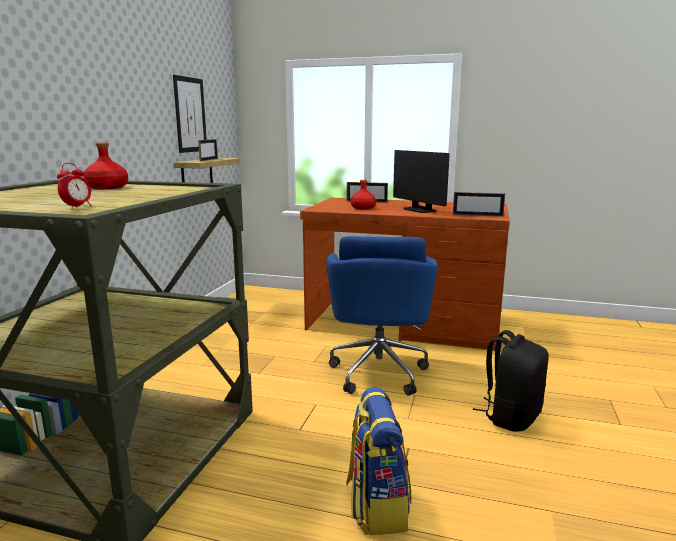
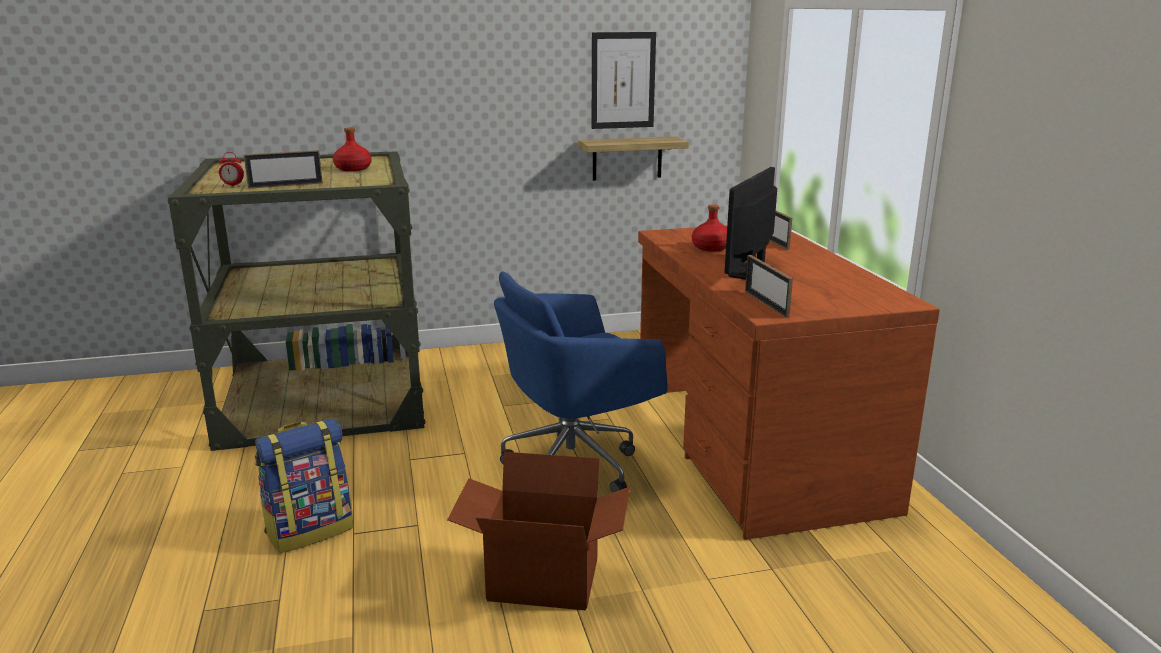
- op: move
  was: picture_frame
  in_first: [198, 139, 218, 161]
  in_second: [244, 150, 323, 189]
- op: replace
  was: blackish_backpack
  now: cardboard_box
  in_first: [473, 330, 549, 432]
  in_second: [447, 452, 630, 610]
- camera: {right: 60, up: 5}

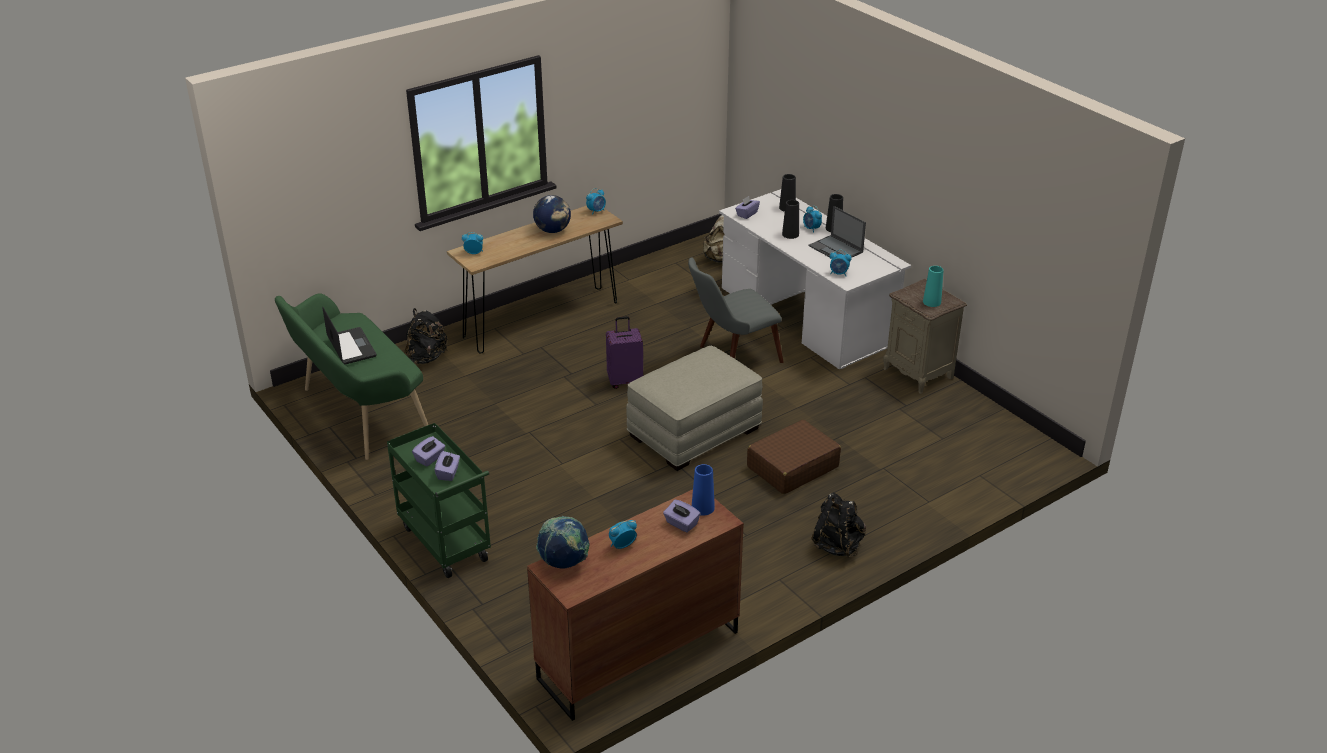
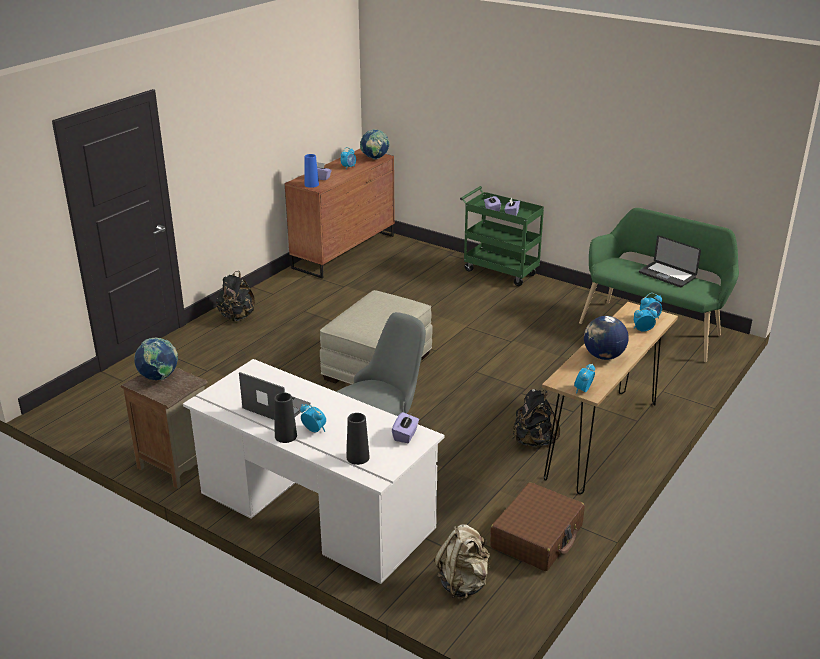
- op: move
  was: blackish_backpack
  in_first: [404, 308, 448, 364]
  in_second: [513, 389, 560, 446]
- op: delete
  was: purple-coloured_suitcase
  in_first: [606, 316, 643, 389]
- op: move
  was: brownish_suitcase
  in_first: [747, 420, 841, 494]
  in_second: [490, 482, 585, 571]
- op: delete
  was: blackish_flower_vase
  in_first: [782, 200, 799, 239]
- op: move
  was: bedside_clock
  in_first: [830, 250, 852, 276]
  in_second: [634, 307, 657, 331]
- op: replace
  was: turquoise-coloured_flower_vase
  now: desk_globe
  in_first: [923, 266, 943, 307]
  in_second: [134, 338, 178, 380]
- camera: {right: 160, up: -5}

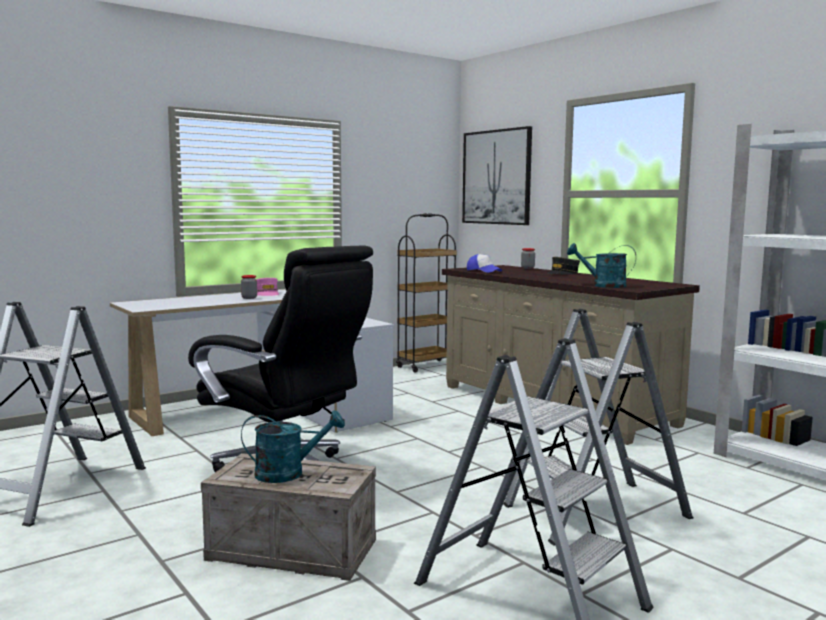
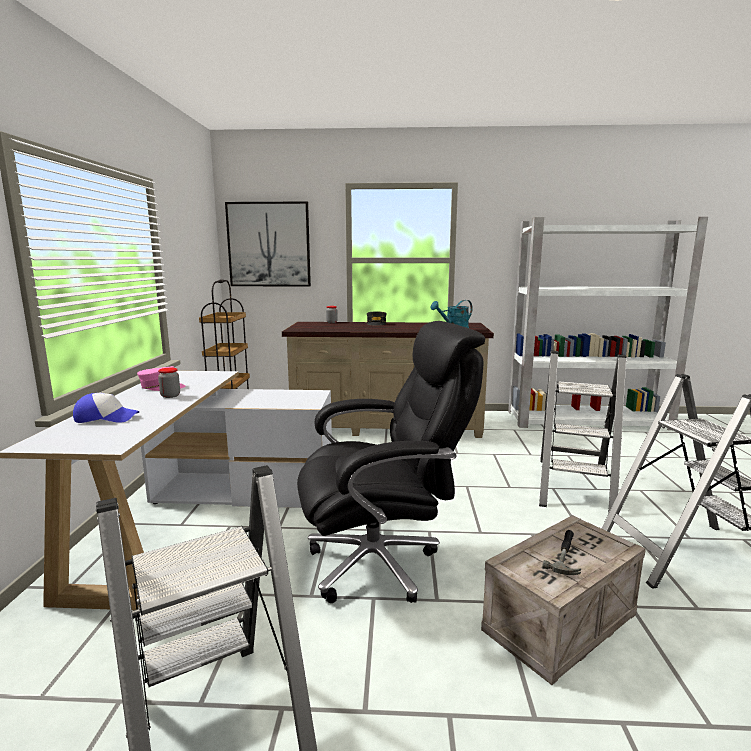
- op: replace
  was: turquoise-coloured_sprinkling_can
  now: hammer
  in_first: [241, 410, 345, 483]
  in_second: [542, 530, 581, 575]
- op: move
  was: cap
  in_first: [467, 254, 502, 273]
  in_second: [73, 393, 139, 423]
- camera: {right: -50, up: 5}

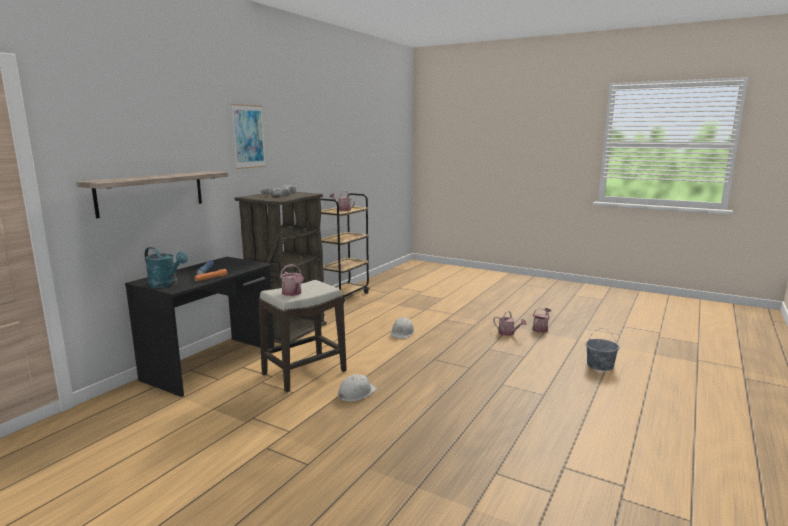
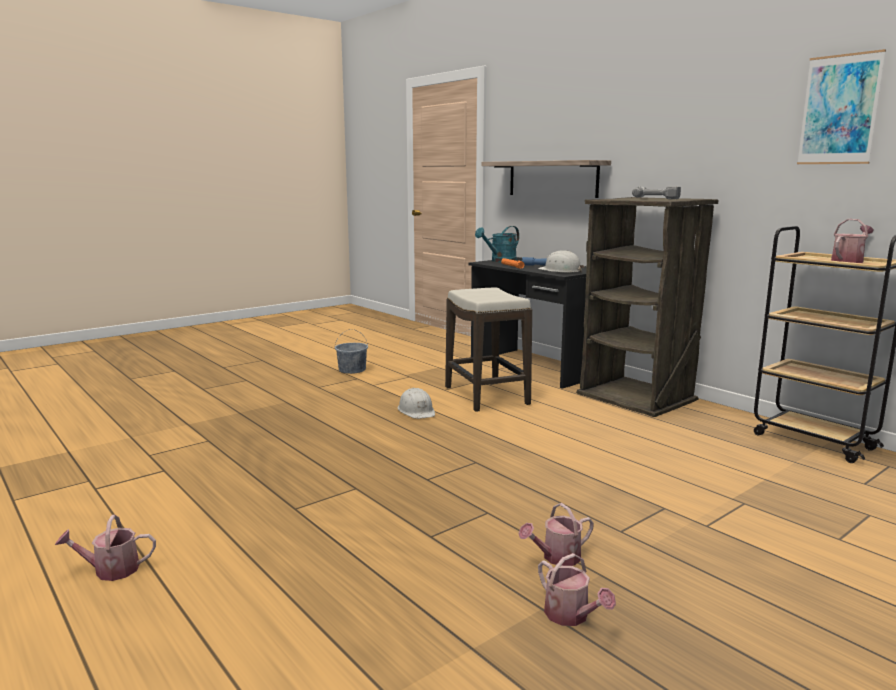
- op: move
  was: wall_art
  in_first: [231, 104, 266, 169]
  in_second: [797, 49, 886, 164]
- op: move
  was: sprinkling_can
  in_first: [280, 264, 304, 296]
  in_second: [55, 515, 156, 581]
- op: move
  was: white_safety_helmet
  in_first: [391, 317, 415, 339]
  in_second: [538, 250, 585, 273]
- op: move
  was: gray_pail
  in_first: [586, 328, 620, 371]
  in_second: [335, 329, 368, 374]
- camera: {right: 110, up: 0}

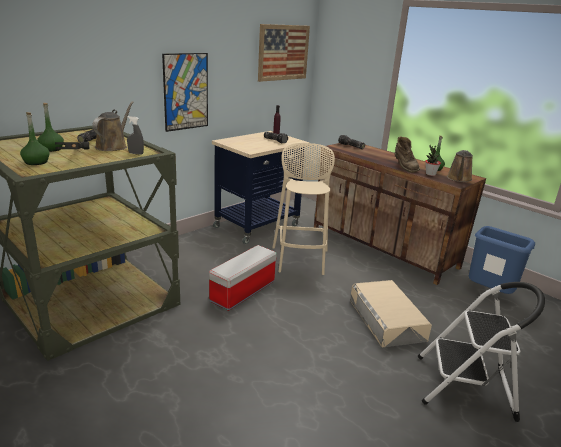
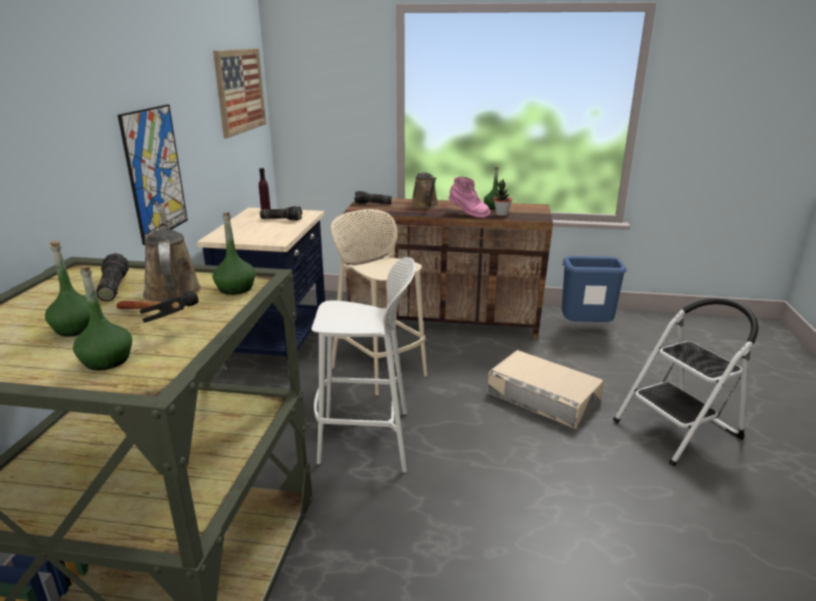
- op: replace
  was: gray_sprayer
  now: green_bottle
  in_first: [127, 116, 144, 155]
  in_second: [212, 212, 256, 295]
- op: replace
  was: storage_bin
  now: white_stool
  in_first: [209, 245, 277, 311]
  in_second: [311, 257, 415, 473]
- op: recolor
  was: brownish_high-top_boot
  now: pink-coloured_high-top_boot
  in_first: [395, 136, 420, 173]
  in_second: [449, 177, 490, 218]
- op: move
  was: brownish_sprinkling_can
  in_first: [447, 150, 473, 182]
  in_second: [411, 172, 438, 208]
- camera: {right: -35, up: 0}

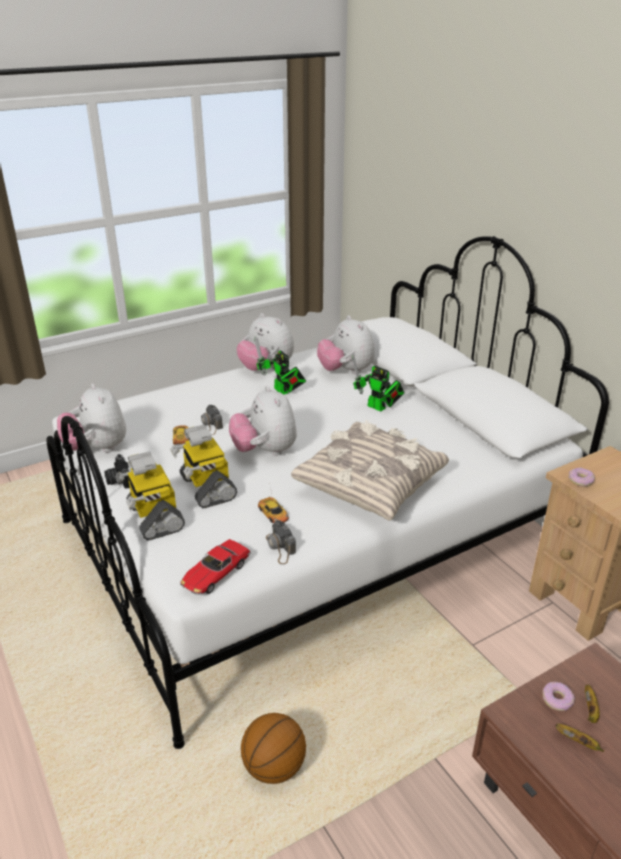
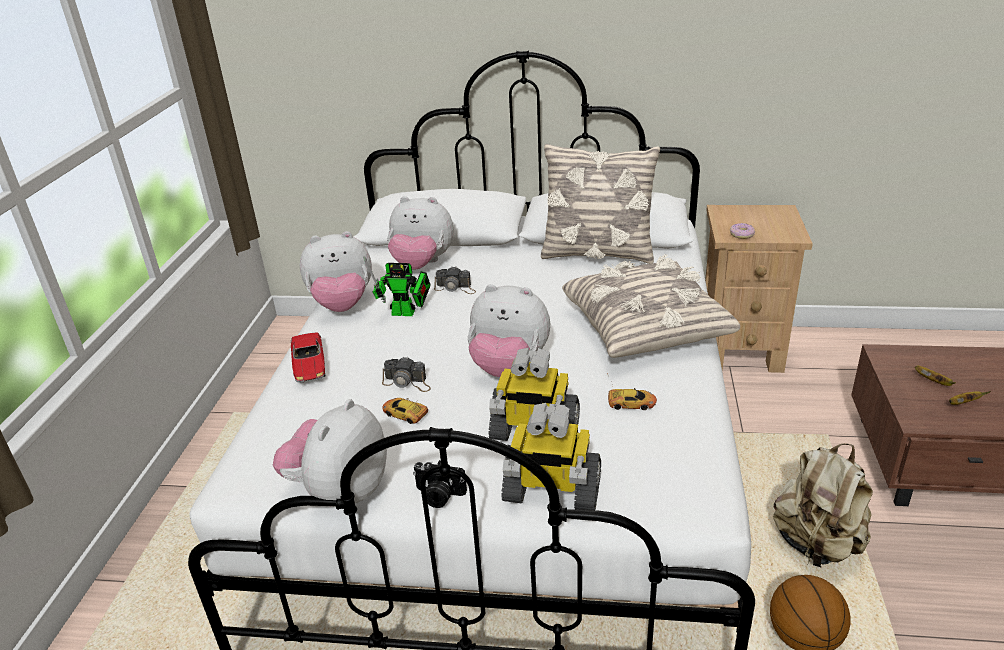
- op: rotate
  was: soft_toy
  in_first: [57, 384, 126, 452]
  in_second: [273, 399, 387, 507]
  clockwise: 105
- op: move
  was: miniature_car
  in_first: [180, 539, 251, 595]
  in_second: [291, 332, 325, 383]
- op: move
  was: photo_camera
  in_first: [266, 520, 296, 564]
  in_second: [434, 267, 476, 294]
- op: delete
  was: toy_robot
  in_first: [352, 355, 404, 411]
- op: delete
  was: donut
  in_first: [543, 682, 575, 711]
- op: insert
  now: sand-coloured_throw_pillow
  in_second: [541, 144, 660, 264]
- op: insert
  now: sand-coloured_backpack
  in_second: [773, 443, 873, 567]
- camera: {right: -50, up: 0}

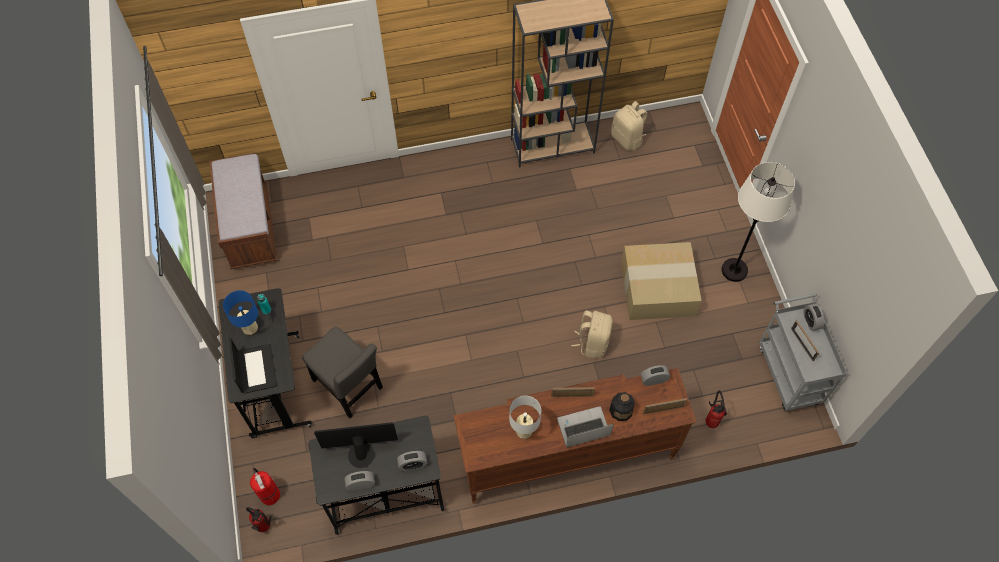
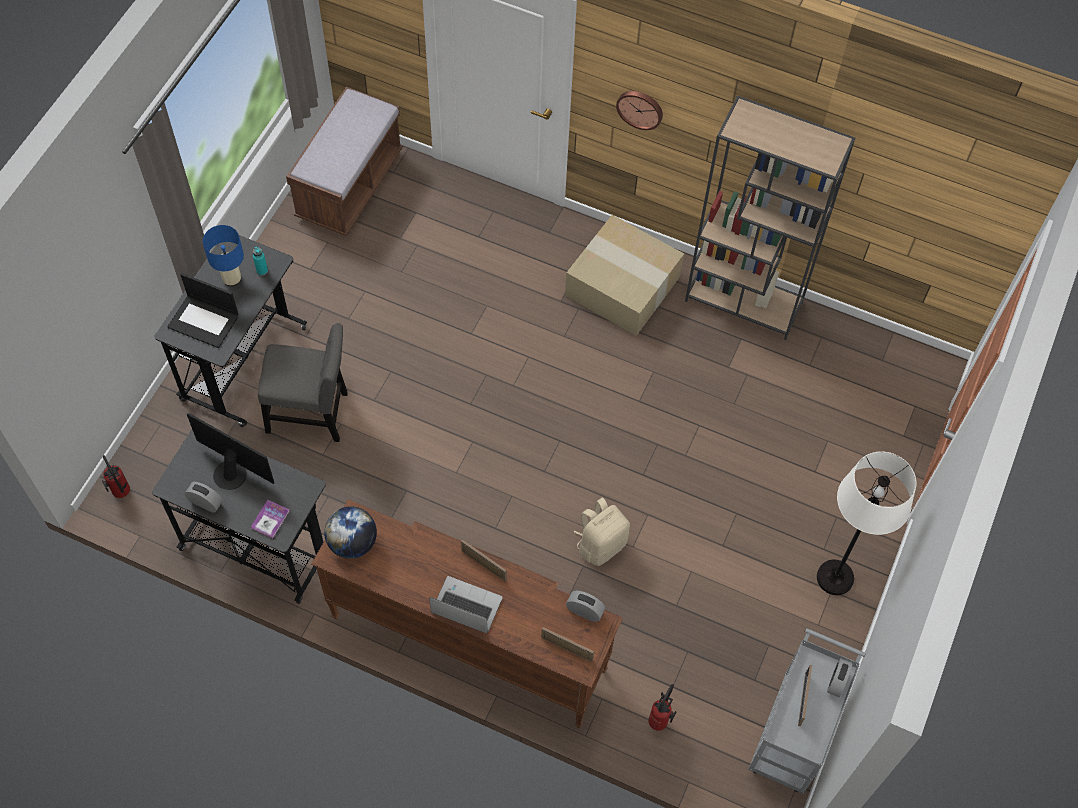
- op: rotate
  was: laptop
  in_first: [229, 337, 277, 394]
  in_second: [167, 273, 238, 348]
  clockwise: 90
- op: delete
  was: fire-fighting_cylinder
  in_first: [250, 468, 280, 505]
- op: rotate
  was: gray_upright_chair
  in_first: [302, 326, 383, 418]
  in_second: [258, 323, 348, 442]
  clockwise: -75
- op: replace
  was: bedside_clock
  now: bound_book
  in_first: [397, 451, 427, 471]
  in_second: [251, 500, 290, 539]
- op: delete
  was: white_table_lamp
  in_first: [509, 395, 541, 439]
- op: delete
  was: bottle
  in_first: [609, 392, 635, 421]
- op: delete
  was: sand-coloured_backpack
  in_first: [611, 101, 648, 151]
- op: move
  was: cardboard_box
  in_first: [621, 242, 702, 320]
  in_second: [565, 215, 684, 336]
- op: insert
  now: desk_globe
  in_second: [324, 506, 377, 559]
- op: insert
  now: clock_on_the_wall
  in_second: [616, 91, 663, 130]
- camera: {right: 35, up: 0}

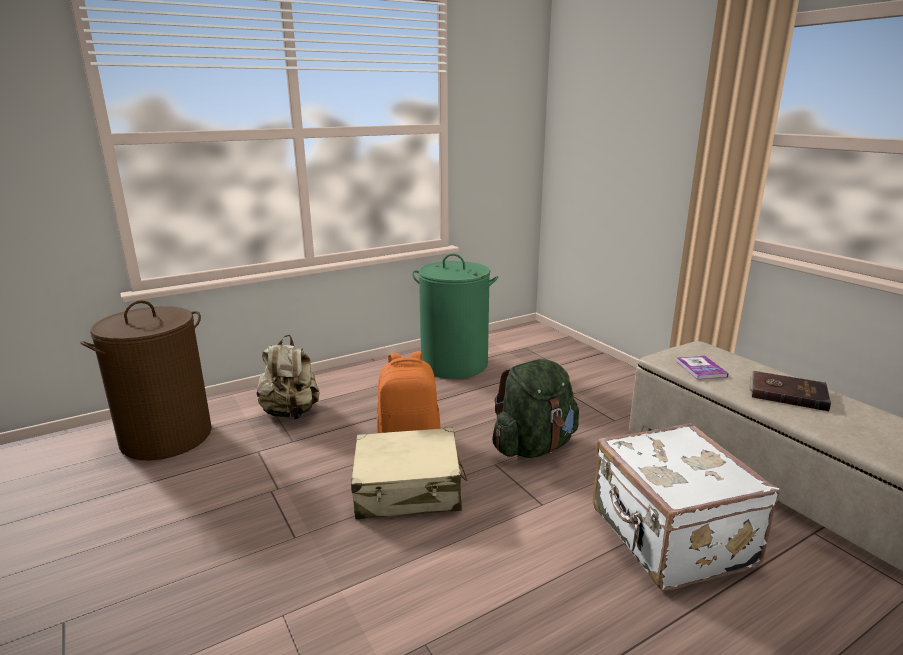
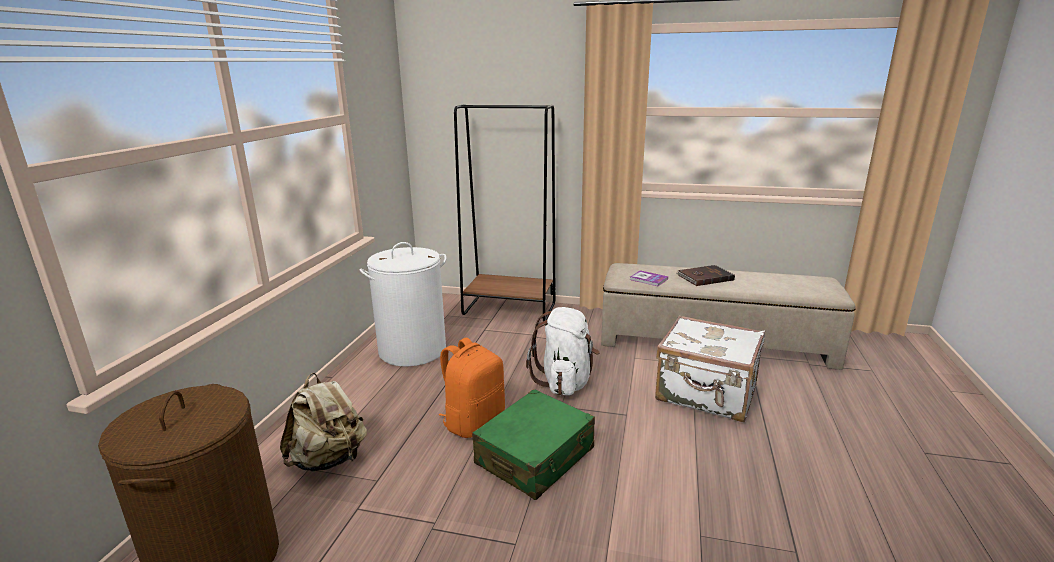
- op: recolor
  was: sand-coloured_suitcase
  now: green_suitcase
  in_first: [351, 427, 467, 519]
  in_second: [472, 389, 595, 500]
- op: recolor
  was: green_hamper
  now: white_hamper
  in_first: [412, 254, 499, 379]
  in_second: [359, 242, 447, 367]
- op: recolor
  was: green_backpack
  now: white_backpack
  in_first: [492, 359, 579, 458]
  in_second: [526, 307, 600, 395]
- op: insert
  now: clothes_rack
  in_second: [454, 104, 555, 321]
- camera: {right: -45, up: 0}

